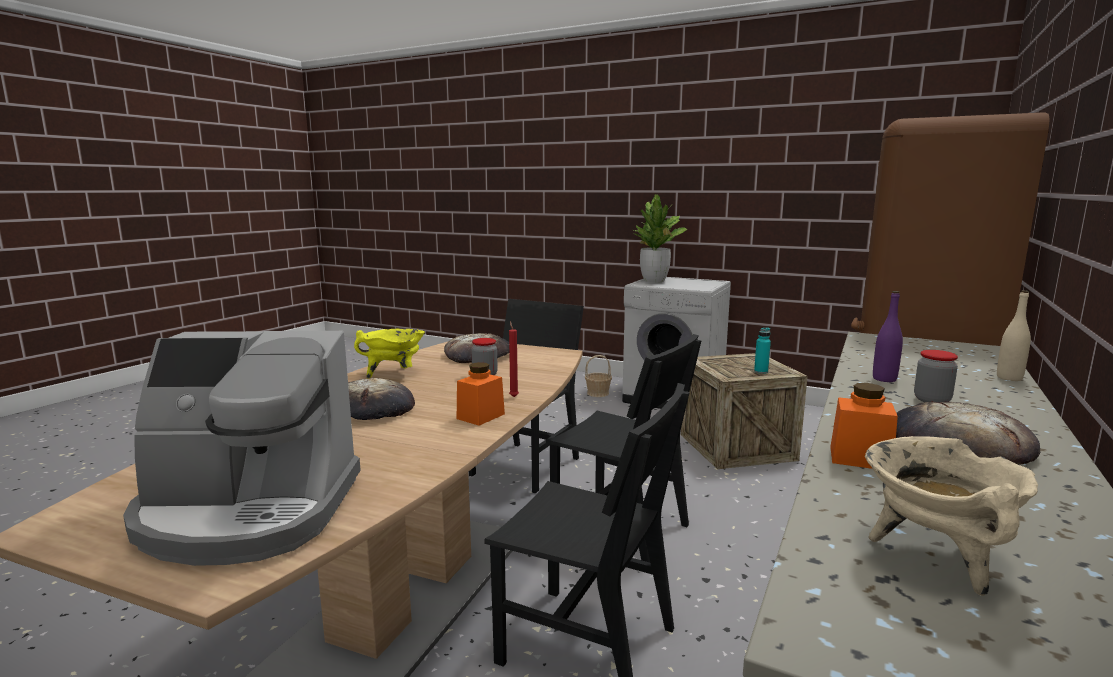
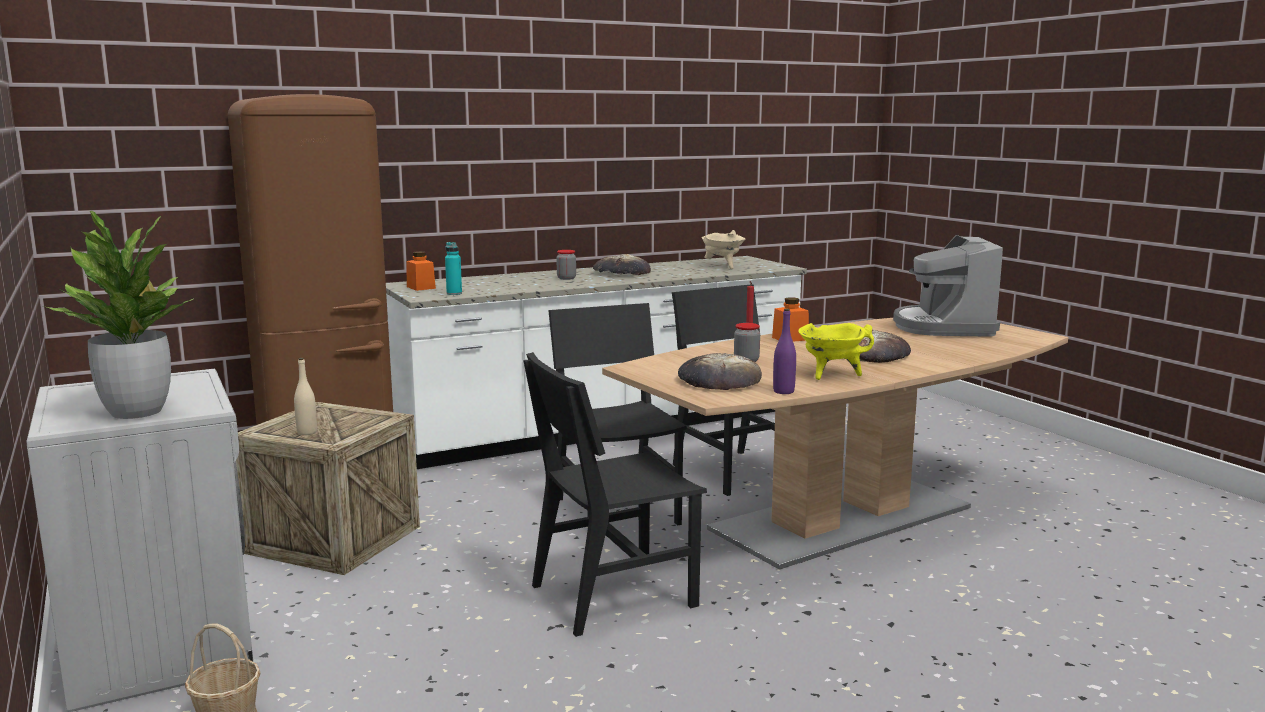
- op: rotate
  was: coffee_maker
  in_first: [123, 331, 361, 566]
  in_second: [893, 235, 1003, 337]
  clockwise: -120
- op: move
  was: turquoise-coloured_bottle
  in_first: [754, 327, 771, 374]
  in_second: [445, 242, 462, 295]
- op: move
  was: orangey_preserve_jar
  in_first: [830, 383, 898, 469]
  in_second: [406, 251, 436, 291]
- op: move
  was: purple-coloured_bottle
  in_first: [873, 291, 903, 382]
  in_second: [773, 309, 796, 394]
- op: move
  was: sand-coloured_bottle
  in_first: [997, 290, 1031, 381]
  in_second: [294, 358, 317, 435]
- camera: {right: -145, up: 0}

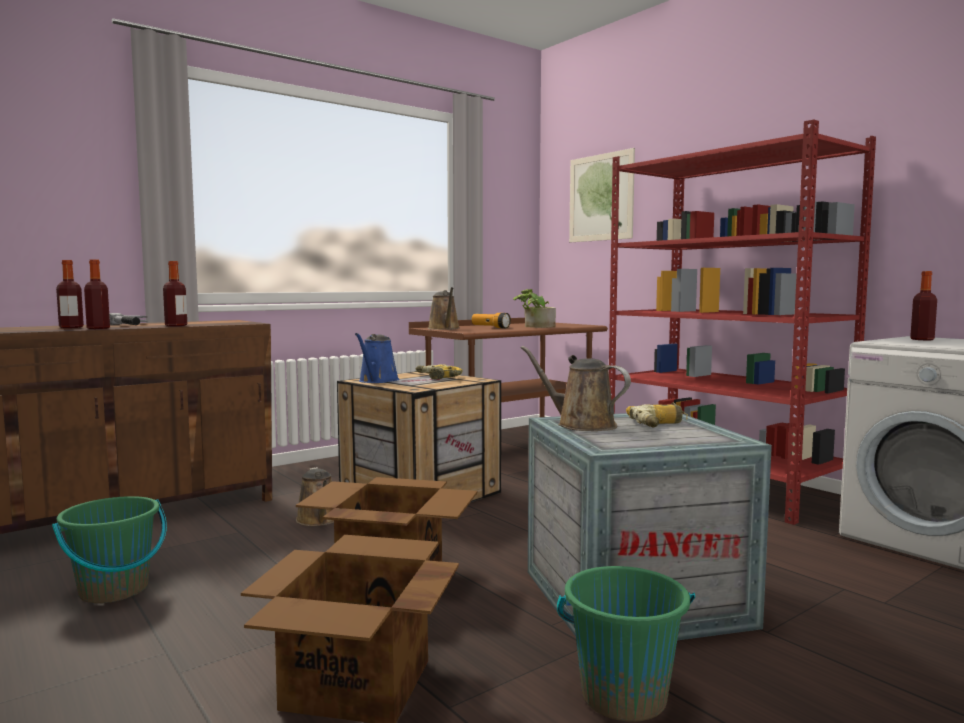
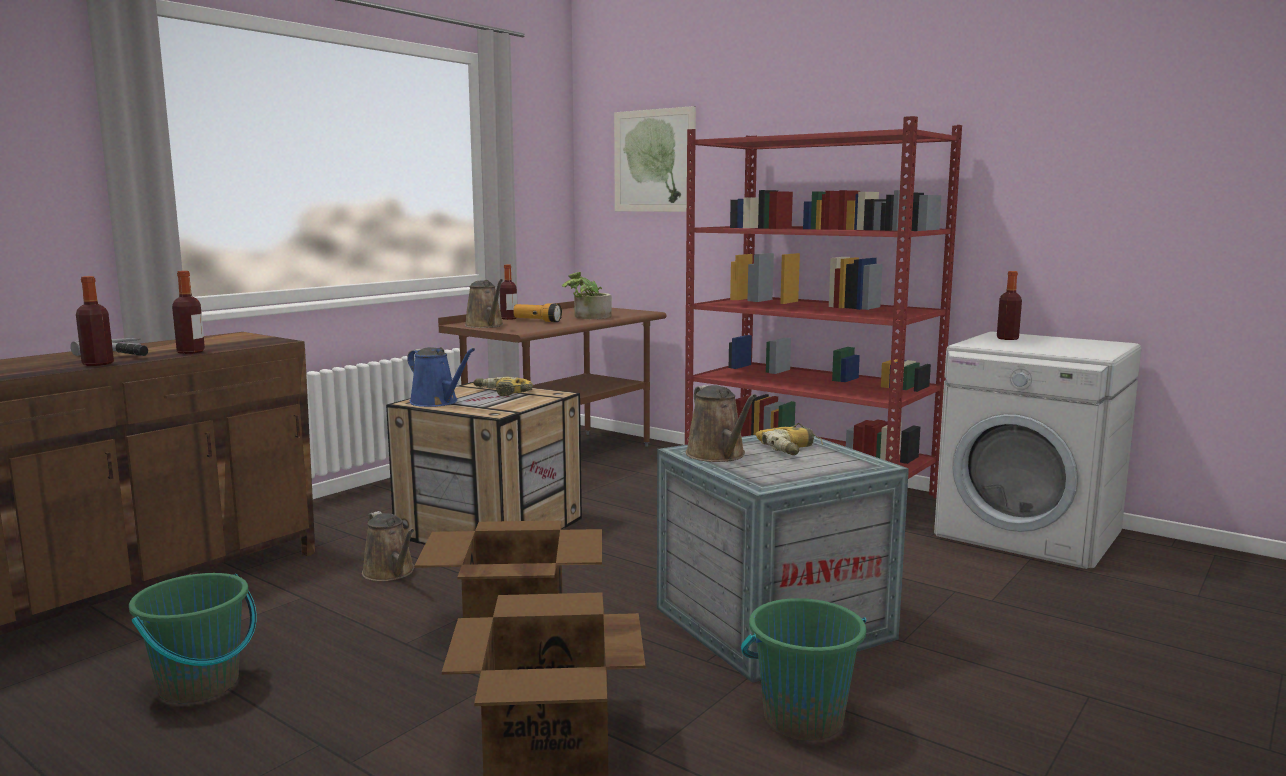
- op: move
  was: bottle
  in_first: [56, 260, 84, 328]
  in_second: [500, 265, 517, 320]
- op: rotate
  was: blue-coloured_sprinkling_can
  in_first: [355, 333, 399, 383]
  in_second: [407, 347, 475, 407]
  clockwise: -45
- op: rotate
  was: brownish_sprinkling_can
  in_first: [521, 346, 631, 431]
  in_second: [686, 385, 757, 462]
  clockwise: -135
- camera: {right: -15, up: 5}

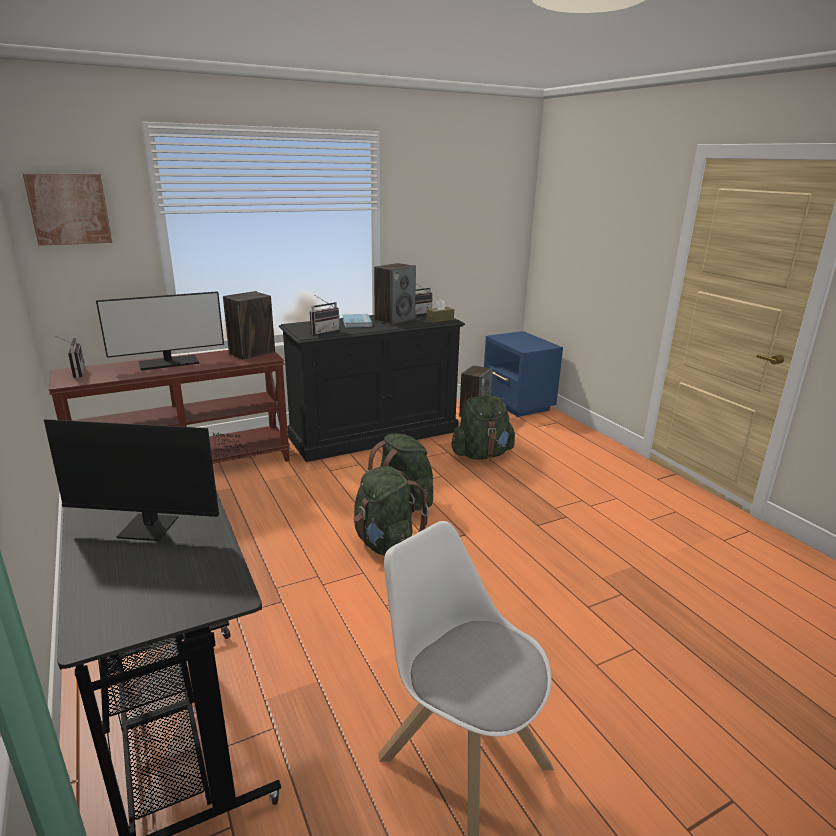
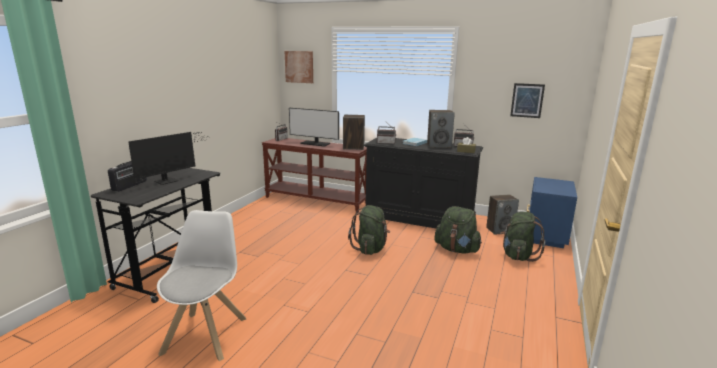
- op: rotate
  was: computer_display
  in_first: [44, 419, 264, 541]
  in_second: [128, 132, 209, 185]
  clockwise: -105
- op: move
  was: green_backpack
  in_first: [353, 466, 429, 555]
  in_second: [500, 212, 545, 262]
- op: insert
  now: radio_set
  in_second: [108, 161, 147, 192]
- op: insert
  now: wall_art
  in_second: [510, 83, 545, 118]
- camera: {right: 50, up: -5}

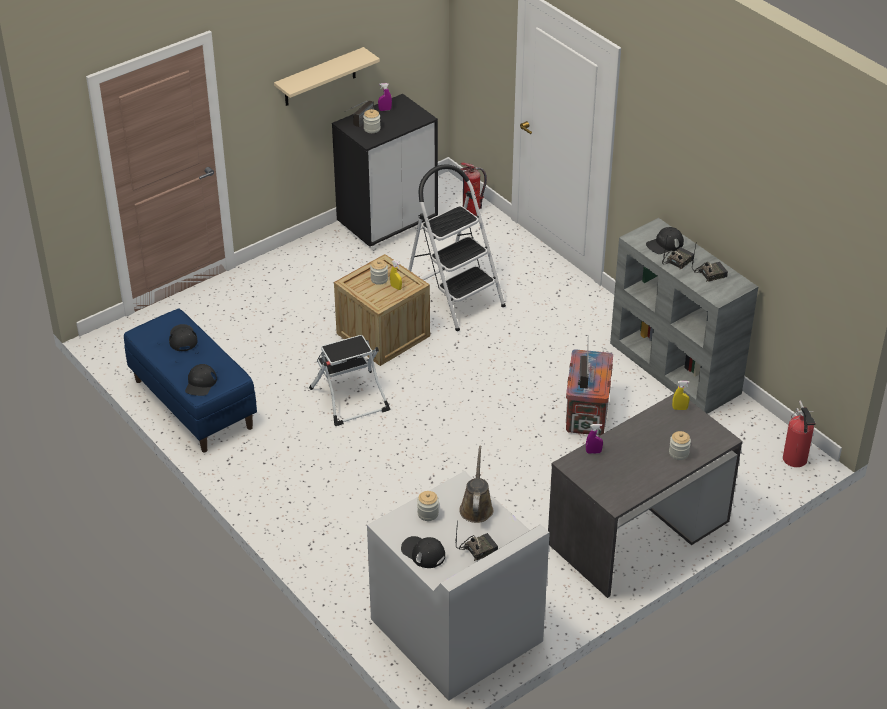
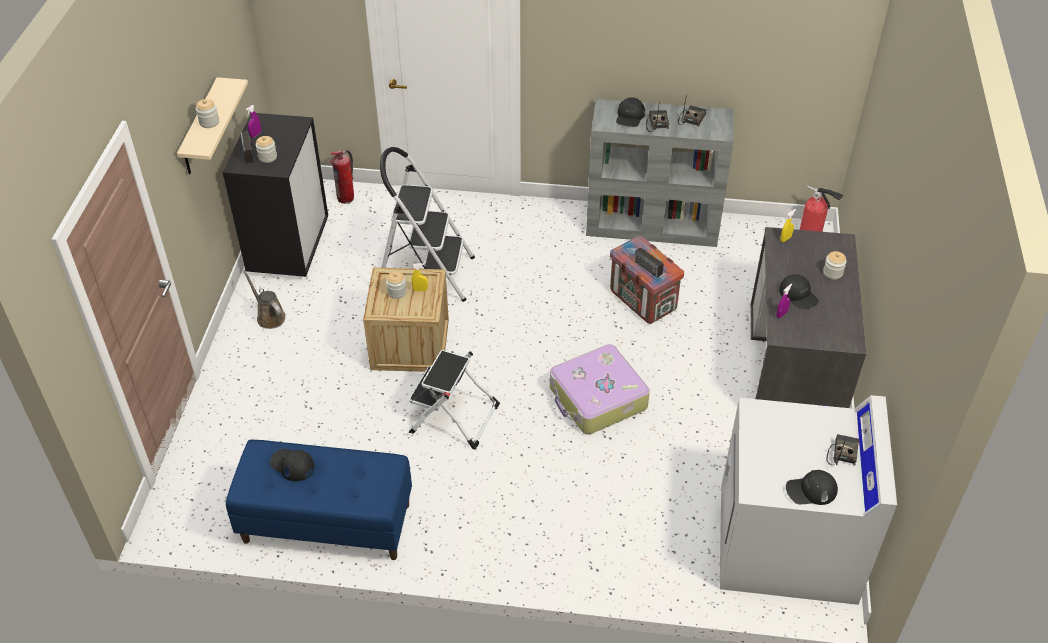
- op: move
  was: blackish_cap
  in_first: [185, 364, 217, 396]
  in_second: [779, 274, 819, 309]
- op: move
  was: preserve_jar
  in_first: [417, 491, 439, 521]
  in_second: [196, 99, 219, 128]
- op: move
  was: brownish_sprinkling_can
  in_first: [459, 446, 493, 523]
  in_second: [243, 270, 285, 329]
- op: insert
  now: suitcase
  in_second: [550, 344, 650, 435]
- camera: {right: -45, up: 5}

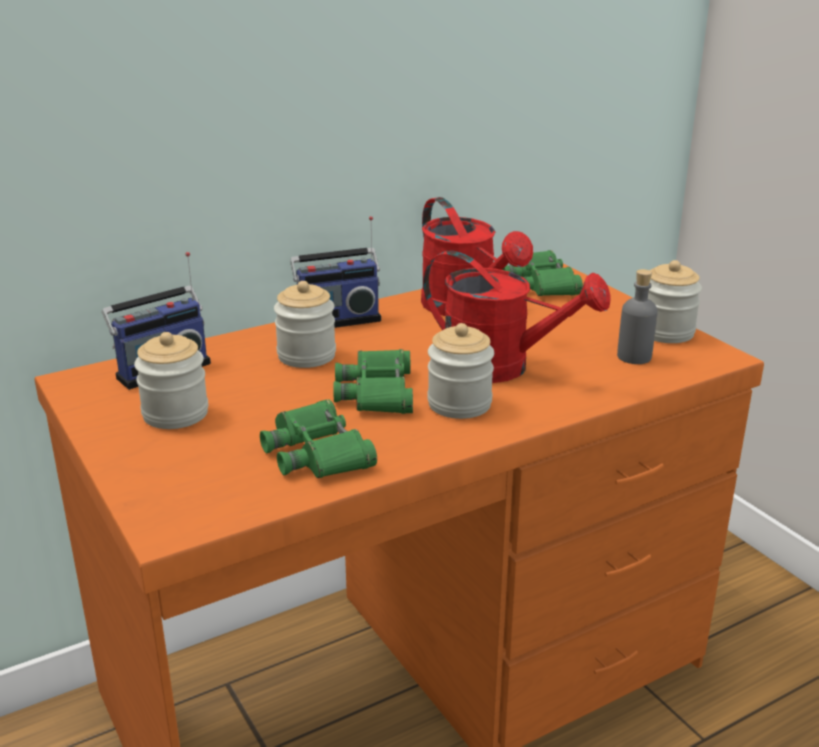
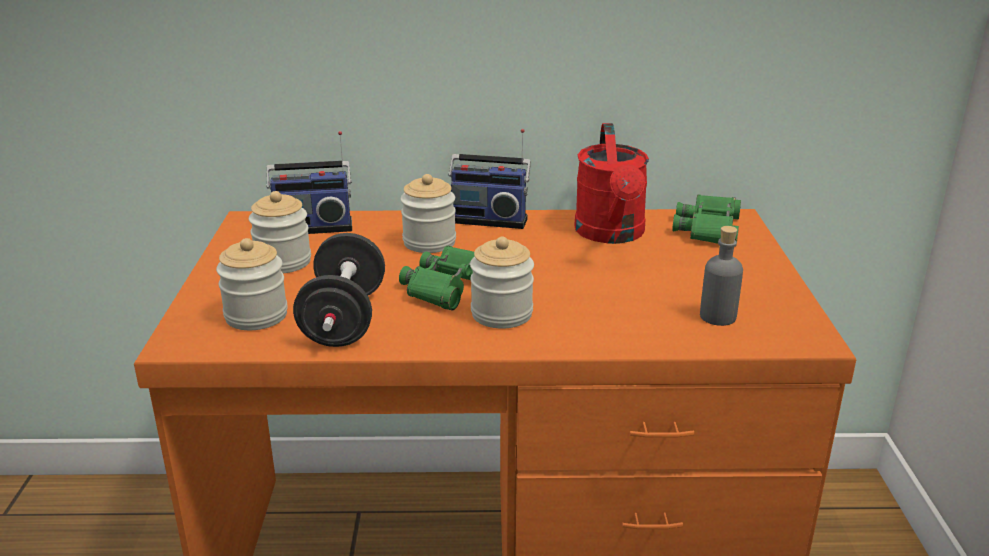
- op: replace
  was: green_pair_of_binoculars
  now: blackish_free_weight
  in_first: [260, 399, 377, 478]
  in_second: [293, 233, 385, 347]
- op: delete
  was: red_sprinkling_can
  in_first: [423, 251, 611, 383]
- op: move
  was: preserve_jar
  in_first: [648, 260, 702, 343]
  in_second: [216, 238, 288, 330]
- camera: {right: 30, up: 0}

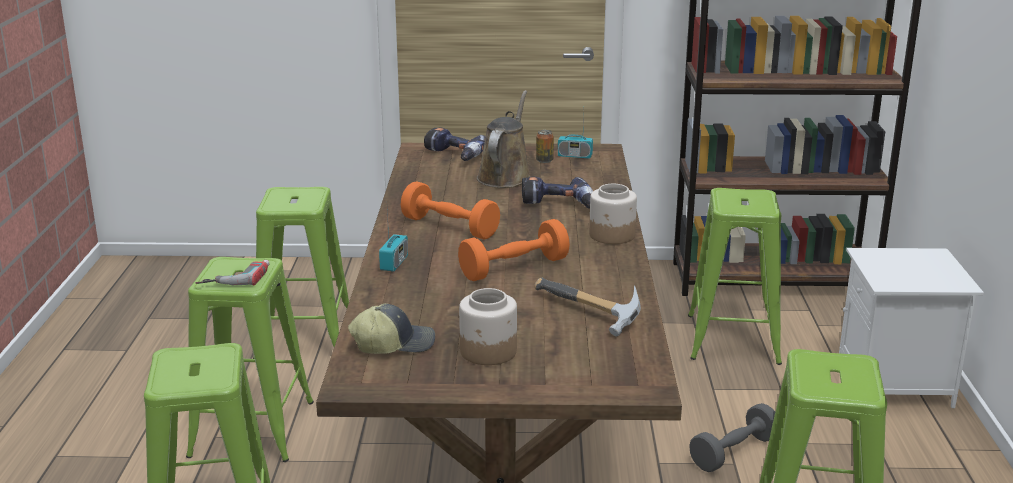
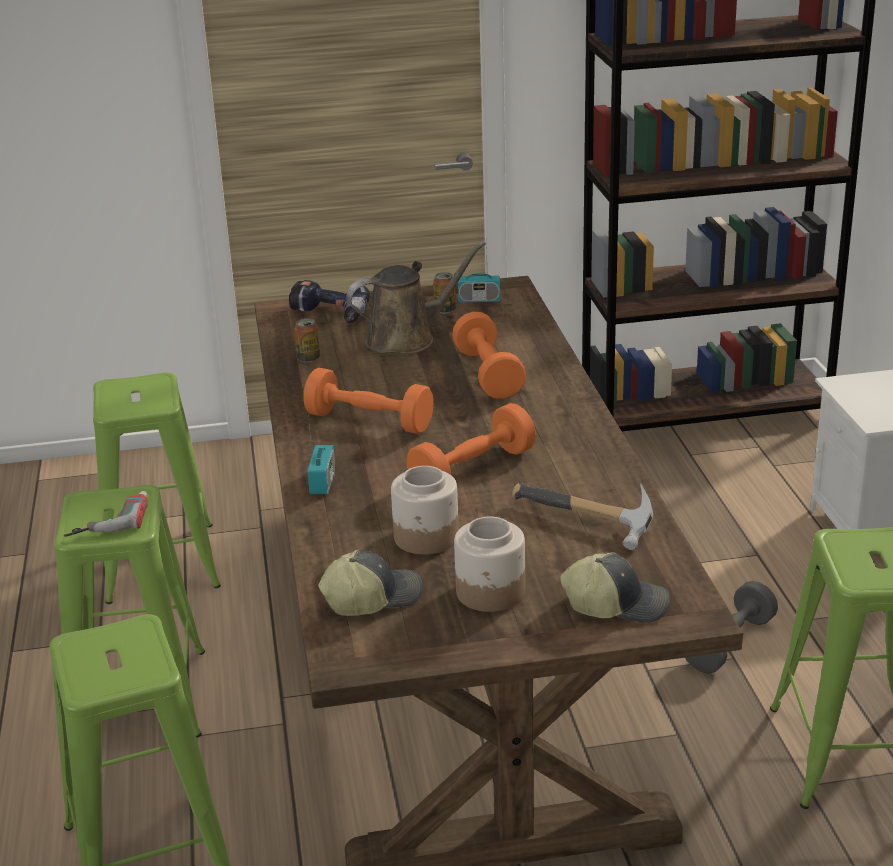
- op: rotate
  was: brownish_sprinkling_can
  in_first: [477, 90, 530, 188]
  in_second: [347, 241, 486, 354]
  clockwise: 60
- op: replace
  was: drill
  now: orangey_free_weight
  in_first: [522, 177, 593, 209]
  in_second: [452, 312, 526, 399]
- op: move
  was: preserve_jar
  in_first: [589, 184, 637, 244]
  in_second: [391, 466, 459, 555]
- op: delete
  was: green_stool
  in_first: [688, 188, 782, 365]
- op: insert
  now: metal_can
  in_second: [294, 318, 320, 363]
- op: insert
  now: cap
  in_second: [560, 553, 670, 623]
- camera: {right: -10, up: 5}

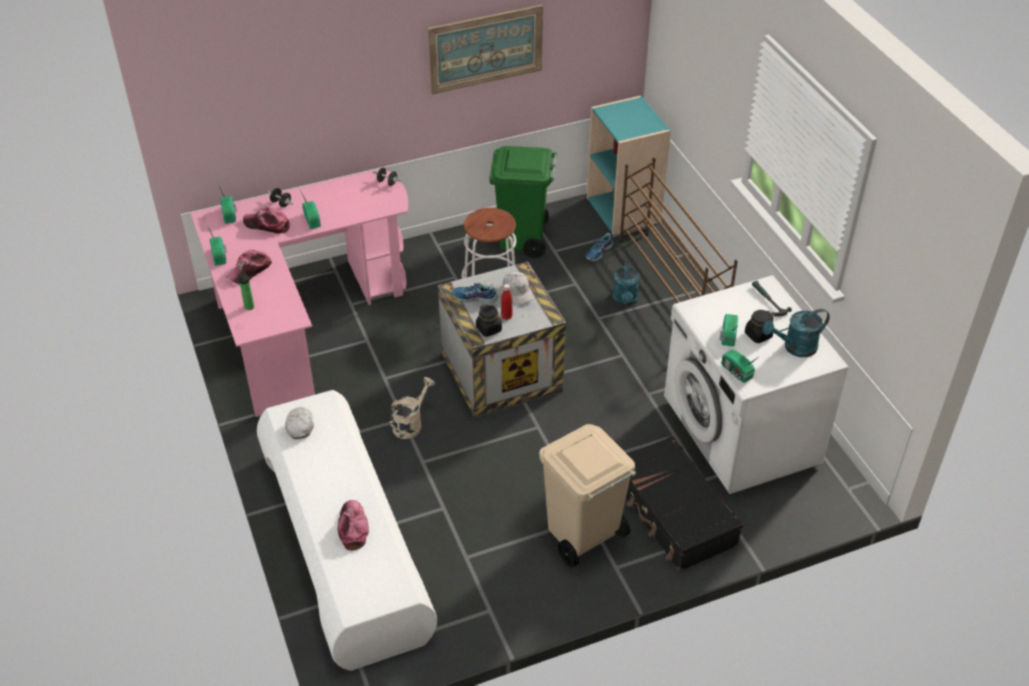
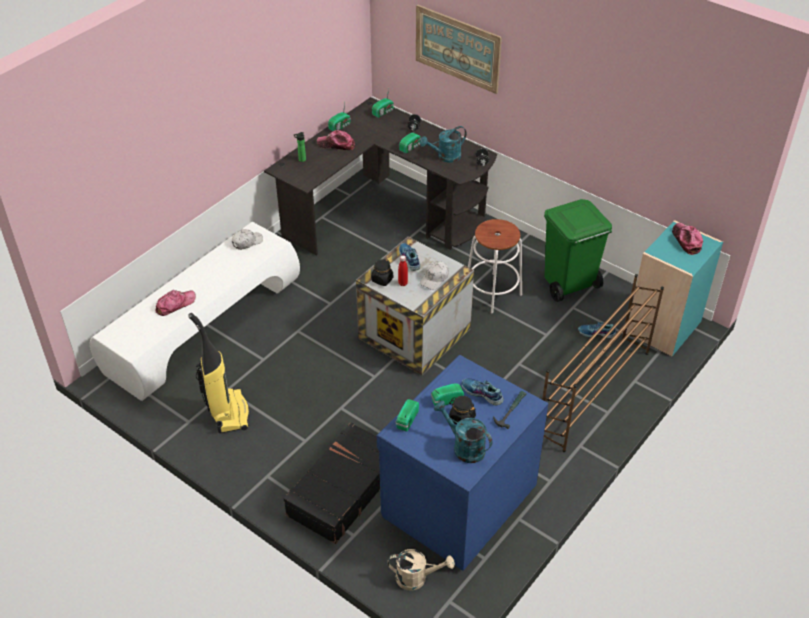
- op: recolor
  was: pink-coloured_desk_unit
  now: blackish_desk_unit
  in_first: [190, 169, 408, 417]
  in_second: [264, 97, 497, 256]
- op: move
  was: cap
  in_first: [243, 207, 290, 233]
  in_second: [672, 223, 703, 255]
- op: move
  was: sand-coloured_sprinkling_can
  in_first: [390, 377, 435, 439]
  in_second: [388, 549, 455, 591]
- op: move
  was: wall_art
  in_first: [428, 5, 543, 95]
  in_second: [416, 5, 502, 94]
- op: delete
  was: sand-coloured_rubbish_bin
  in_first: [539, 424, 636, 567]
- op: move
  was: turquoise-coloured_sprinkling_can
  in_first: [613, 260, 640, 306]
  in_second: [420, 126, 467, 163]
- op: recolor
  was: white_laundry_appliance
  now: blue-coloured_laundry_appliance
  in_first: [664, 275, 849, 494]
  in_second: [377, 355, 548, 571]
- op: insert
  now: vacuum
  in_second: [188, 313, 249, 433]
- op: insert
  now: low_shoe
  in_second: [462, 378, 504, 406]
- camera: {right: 60, up: 0}

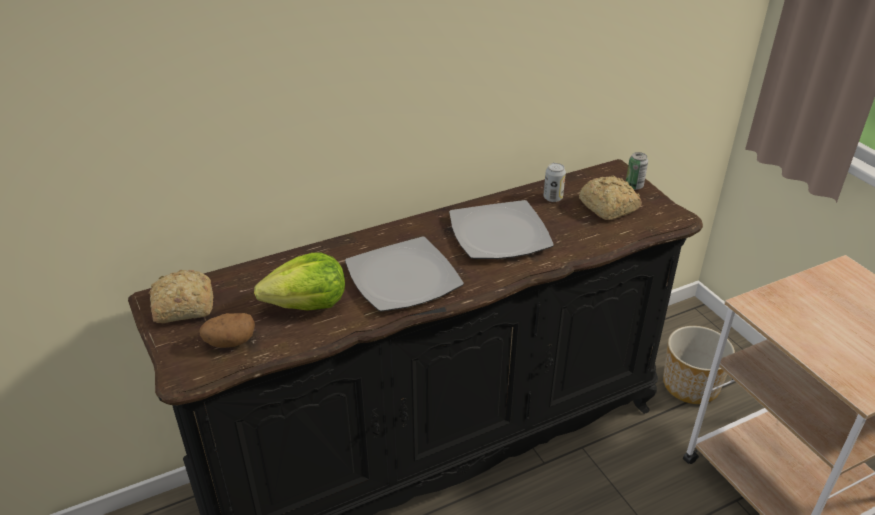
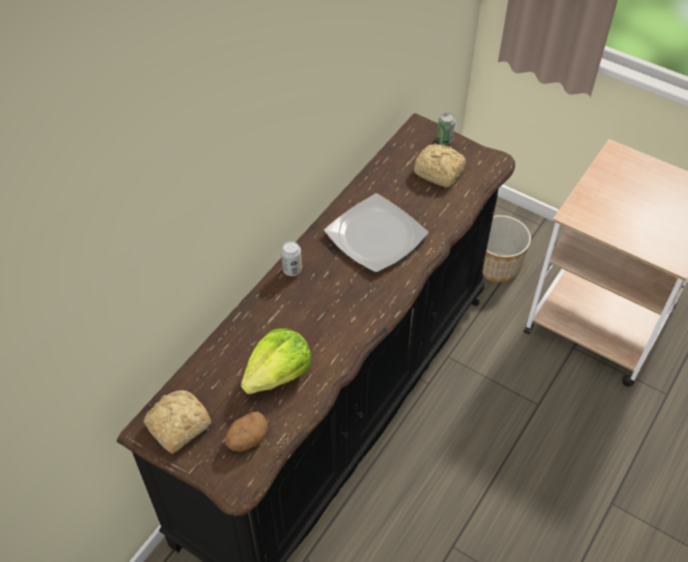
- op: delete
  was: flat_dish
  in_first: [345, 237, 464, 312]
- op: move
  was: metal_can
  in_first: [543, 163, 566, 202]
  in_second: [281, 241, 302, 276]
- camera: {right: -30, up: 15}

